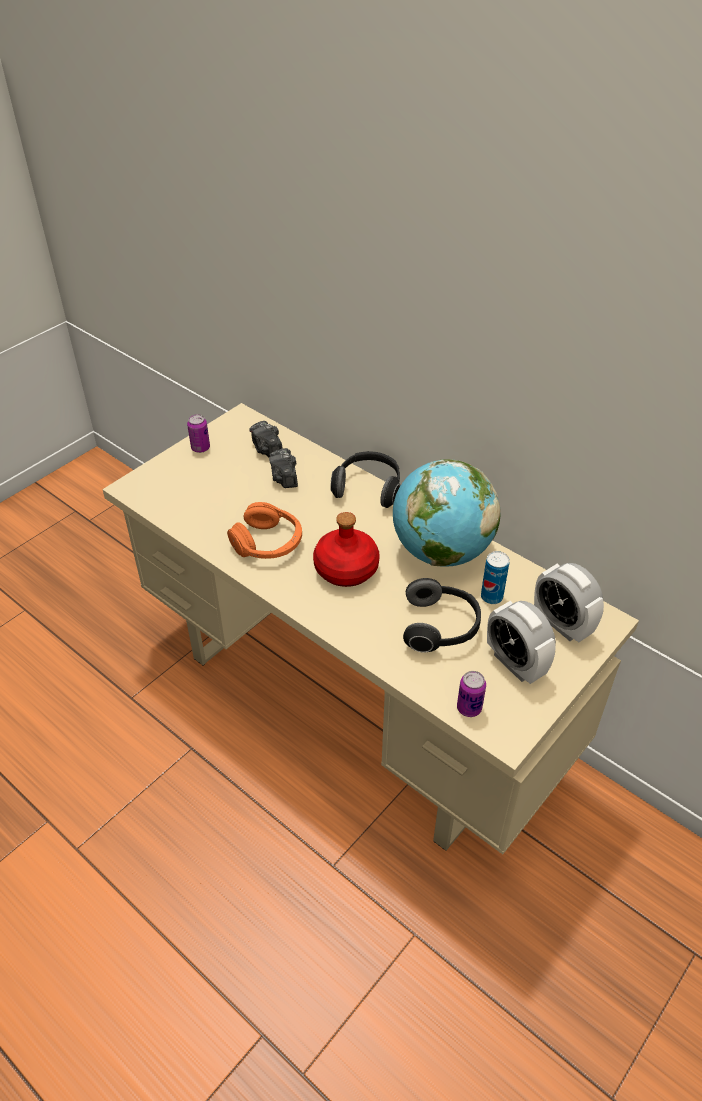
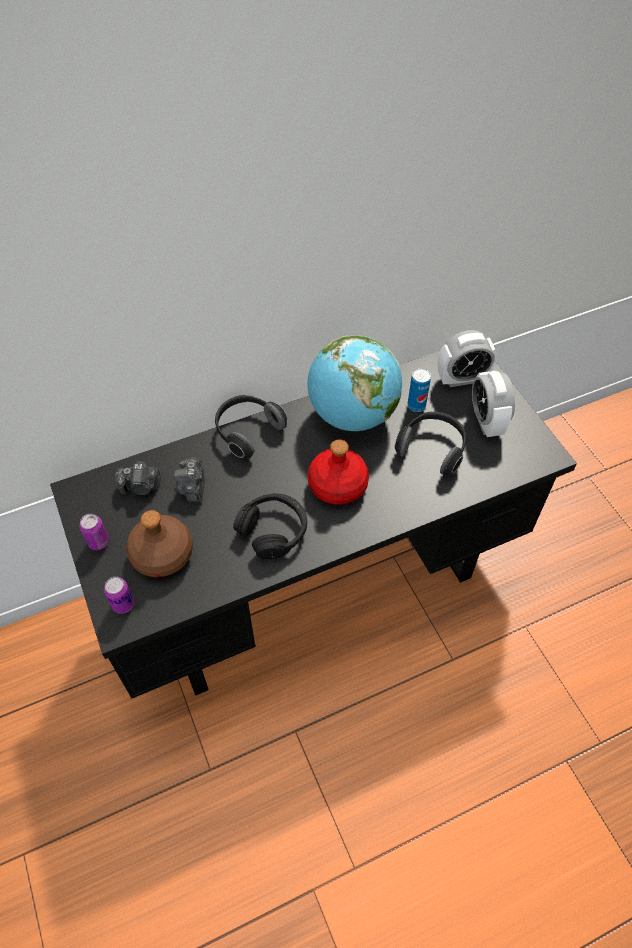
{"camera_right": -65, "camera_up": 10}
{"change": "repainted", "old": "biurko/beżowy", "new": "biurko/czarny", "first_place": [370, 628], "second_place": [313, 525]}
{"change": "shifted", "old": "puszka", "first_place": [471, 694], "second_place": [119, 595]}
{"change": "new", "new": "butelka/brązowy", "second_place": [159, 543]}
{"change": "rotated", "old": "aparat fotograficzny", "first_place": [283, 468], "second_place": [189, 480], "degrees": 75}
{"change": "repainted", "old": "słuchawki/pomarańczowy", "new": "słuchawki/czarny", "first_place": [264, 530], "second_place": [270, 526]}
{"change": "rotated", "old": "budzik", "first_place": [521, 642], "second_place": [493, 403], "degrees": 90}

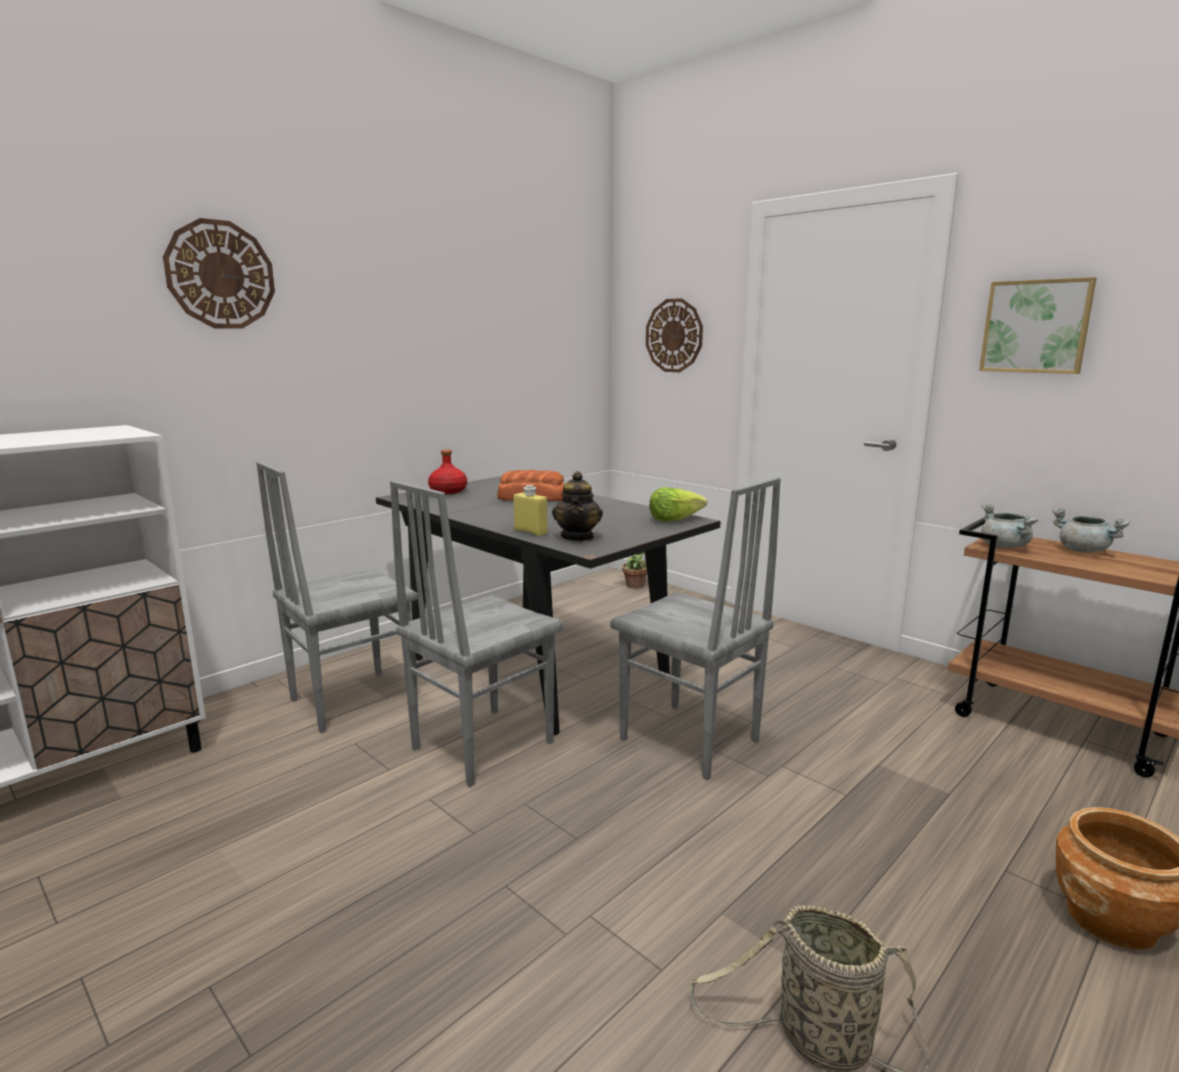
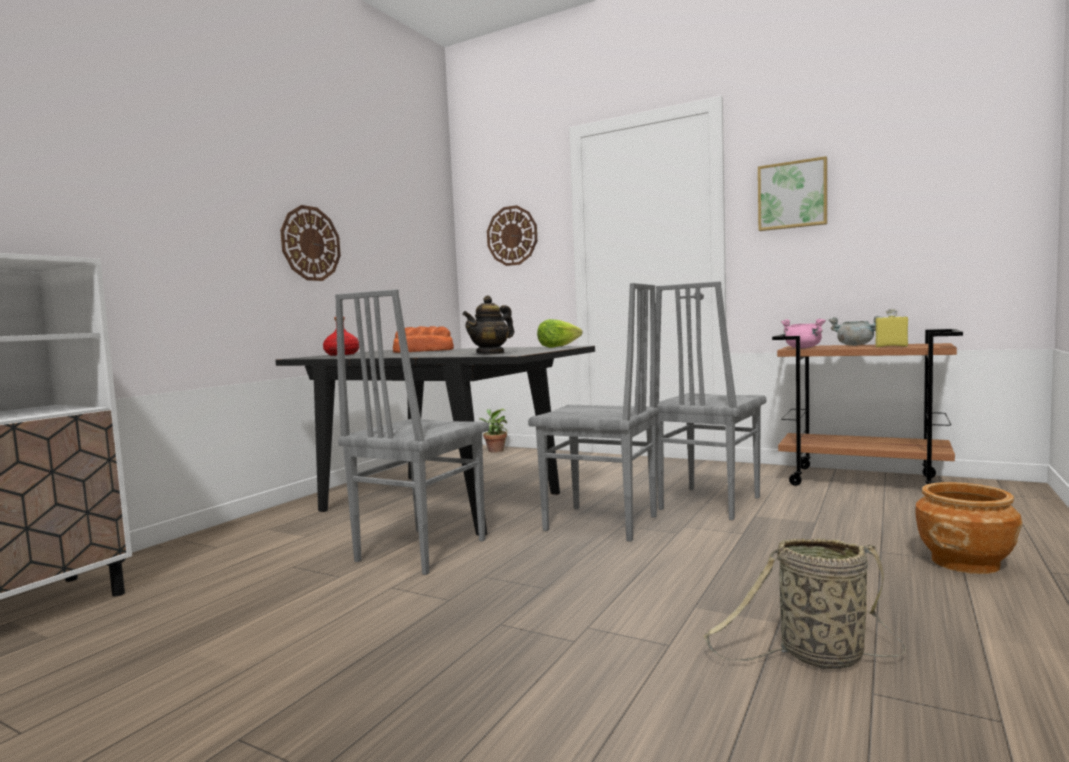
{"camera_right": -15, "camera_up": -10}
{"change": "shifted", "old": "zegar ścienny", "first_place": [219, 273], "second_place": [310, 243]}
{"change": "rotated", "old": "imbryk", "first_place": [577, 506], "second_place": [488, 325], "degrees": 60}
{"change": "shifted", "old": "krzesło/szary", "first_place": [337, 597], "second_place": [710, 400]}
{"change": "repainted", "old": "garnek/szary", "new": "garnek/różowy", "first_place": [1009, 526], "second_place": [803, 333]}
{"change": "shifted", "old": "butelka/żółty", "first_place": [530, 510], "second_place": [891, 328]}

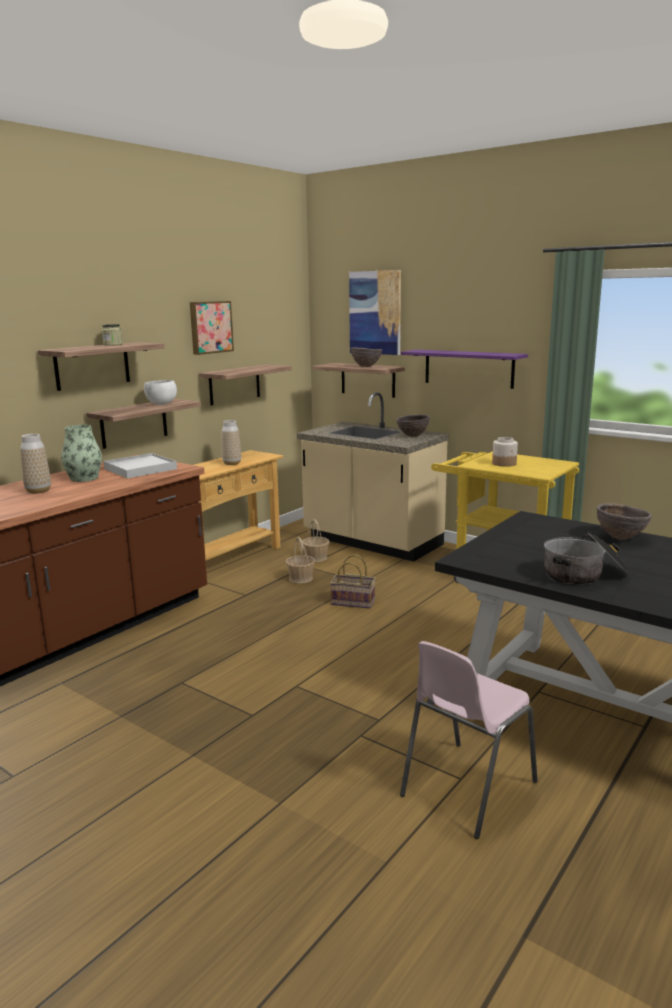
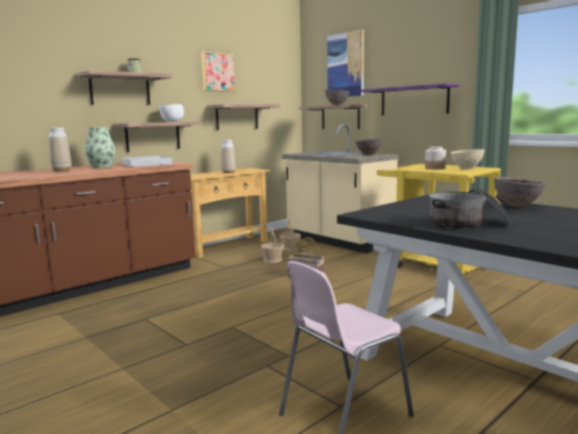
{"camera_right": 10, "camera_up": -5}
{"change": "new", "new": "miska/beżowy", "second_place": [467, 159]}

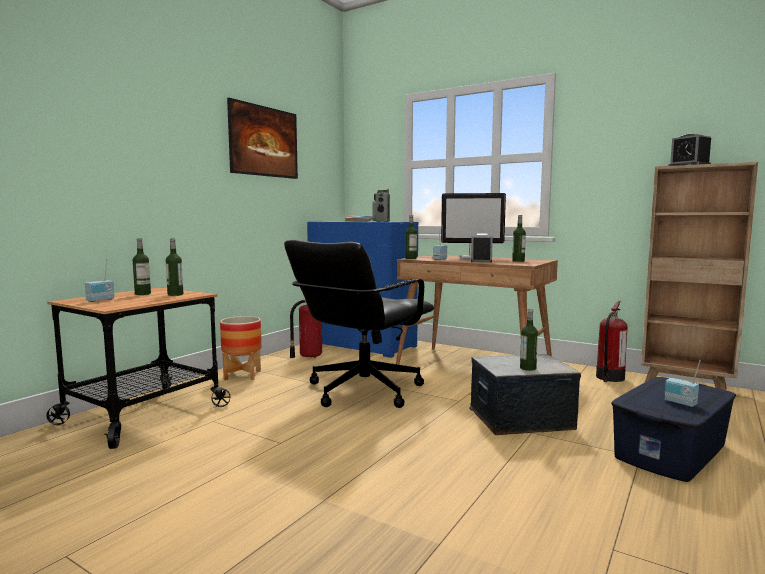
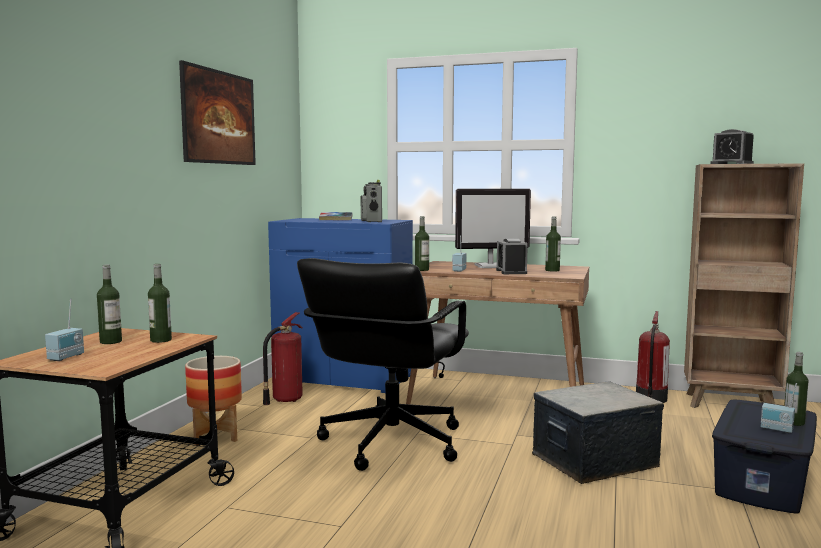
{"camera_right": -15, "camera_up": 0}
{"change": "shifted", "old": "butelka", "first_place": [529, 340], "second_place": [796, 389]}

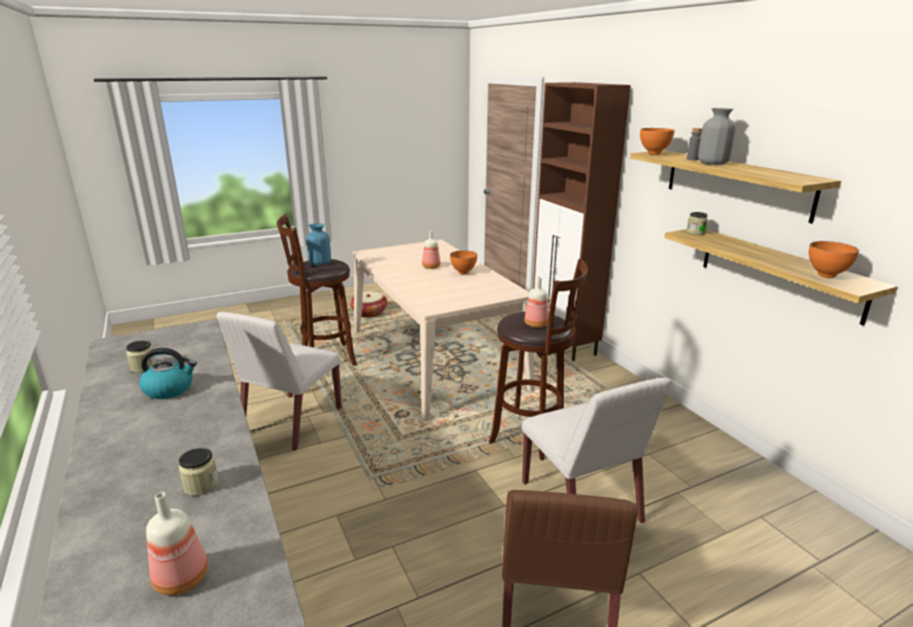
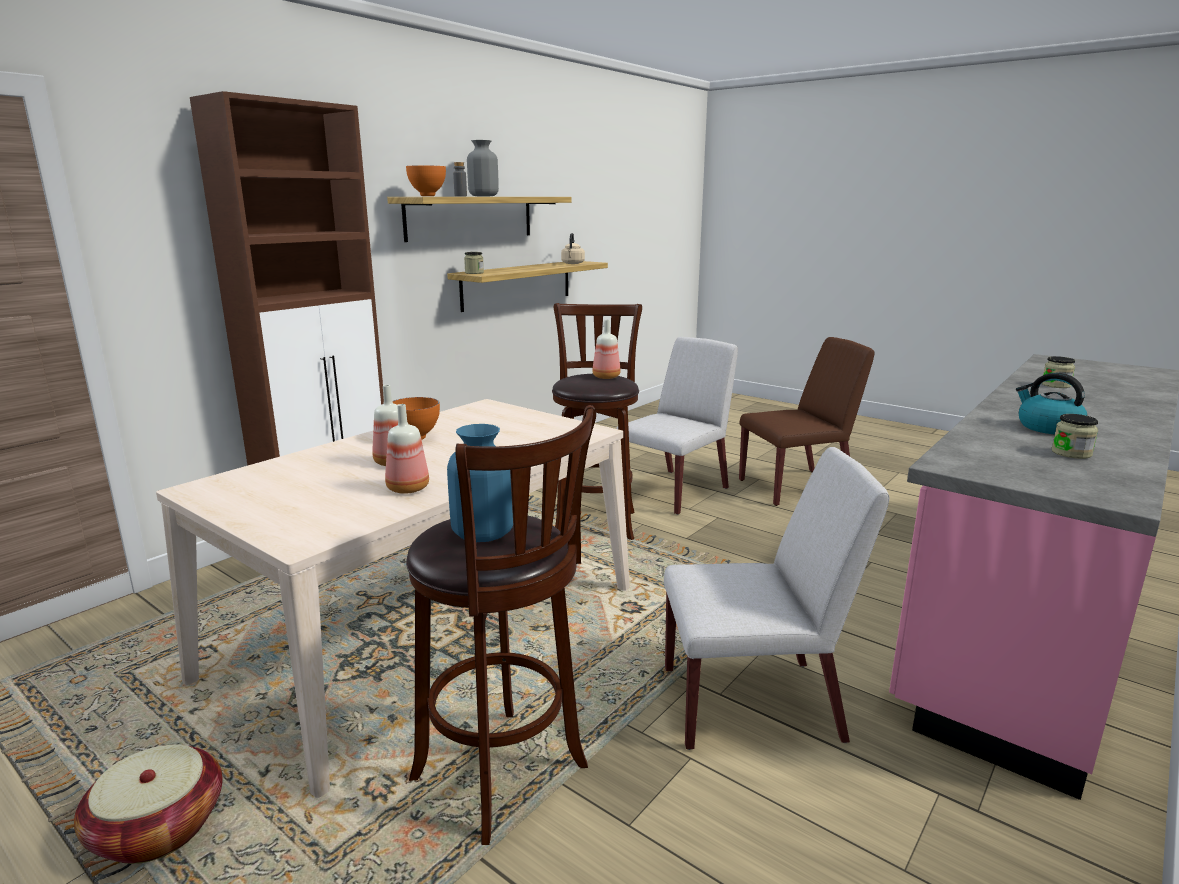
{"camera_right": -115, "camera_up": -5}
{"change": "shifted", "old": "butelka", "first_place": [177, 543], "second_place": [407, 449]}
{"change": "swapped", "old": "miska/pomarańczowy", "new": "czajnik/beżowy", "first_place": [834, 259], "second_place": [573, 248]}

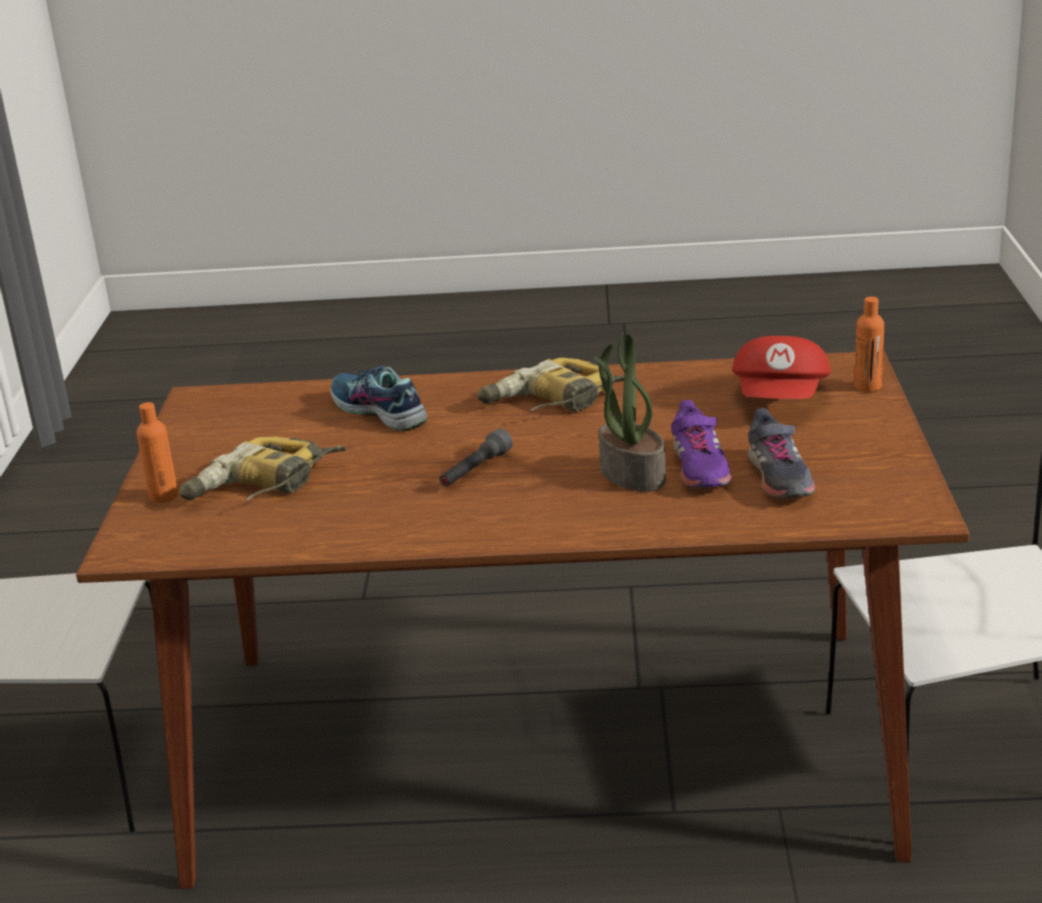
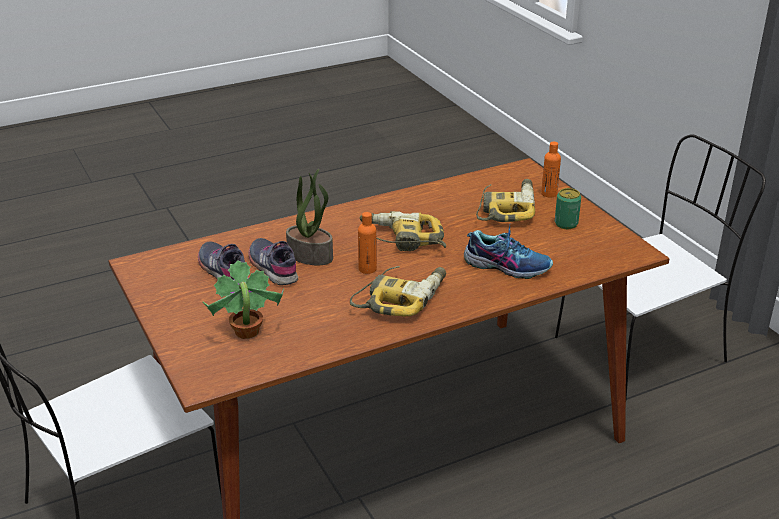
{"camera_right": 150, "camera_up": 5}
{"change": "swapped", "old": "czapka z daszkiem/czerwony", "new": "roślina doniczkowa", "first_place": [781, 367], "second_place": [243, 299]}
{"change": "repainted", "old": "but/fioletowy", "new": "but/szary", "first_place": [701, 444], "second_place": [273, 261]}
{"change": "shifted", "old": "butelka/pomarańczowy", "first_place": [869, 344], "second_place": [367, 243]}
{"change": "swapped", "old": "latarka/szary", "new": "wiertarka", "first_place": [476, 458], "second_place": [403, 231]}
{"change": "new", "new": "puszka", "second_place": [568, 208]}

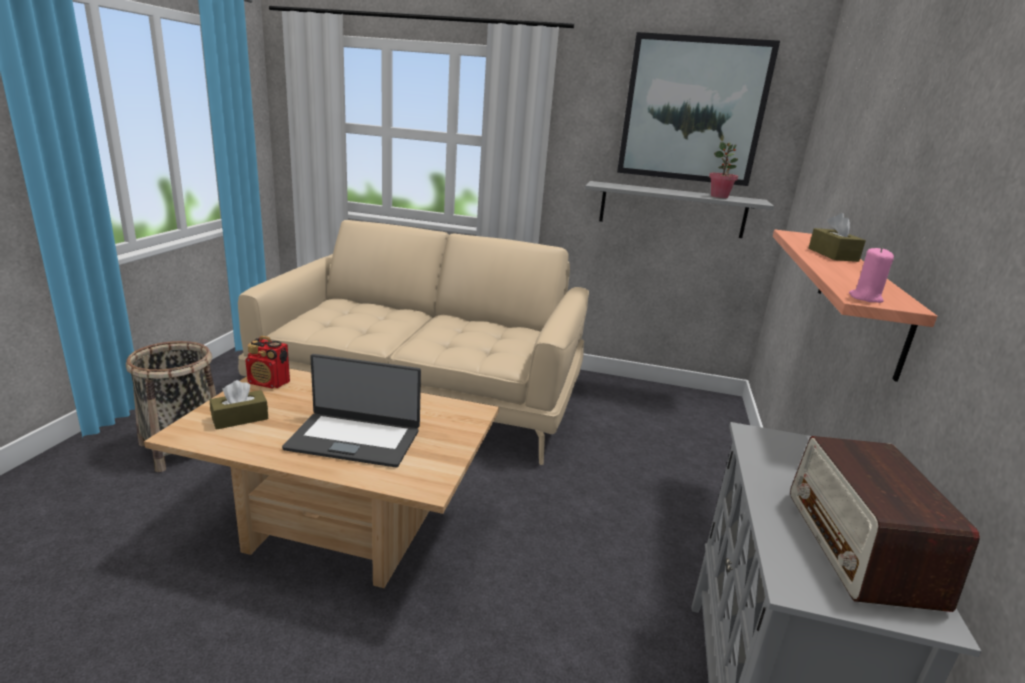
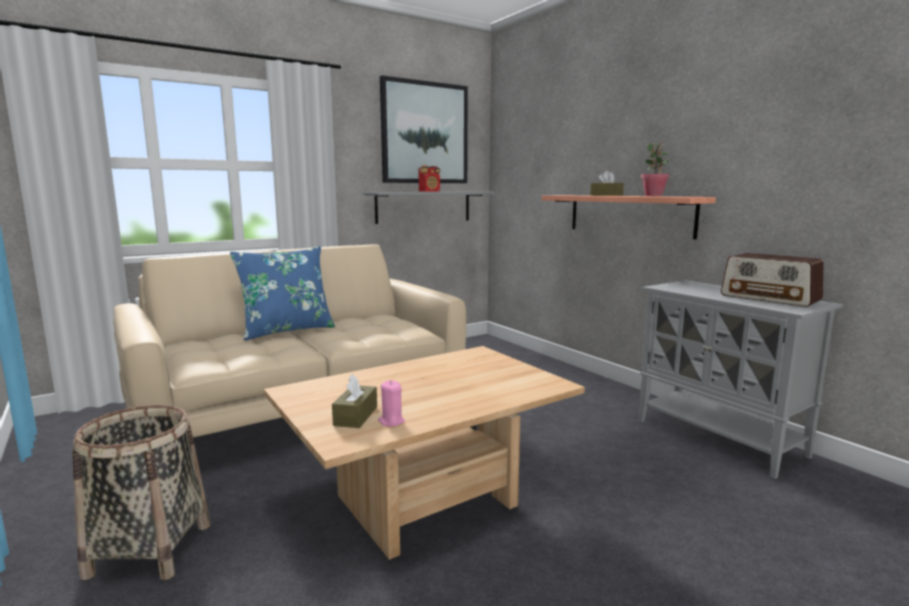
{"camera_right": -45, "camera_up": -10}
{"change": "new", "new": "poduszka/niebieski", "second_place": [282, 293]}
{"change": "shifted", "old": "świeca/różowy", "first_place": [871, 275], "second_place": [391, 403]}
{"change": "shifted", "old": "radio", "first_place": [267, 362], "second_place": [429, 178]}
{"change": "shifted", "old": "roślina doniczkowa", "first_place": [723, 170], "second_place": [655, 169]}
{"change": "gone", "old": "laptop", "first_place": [351, 410]}

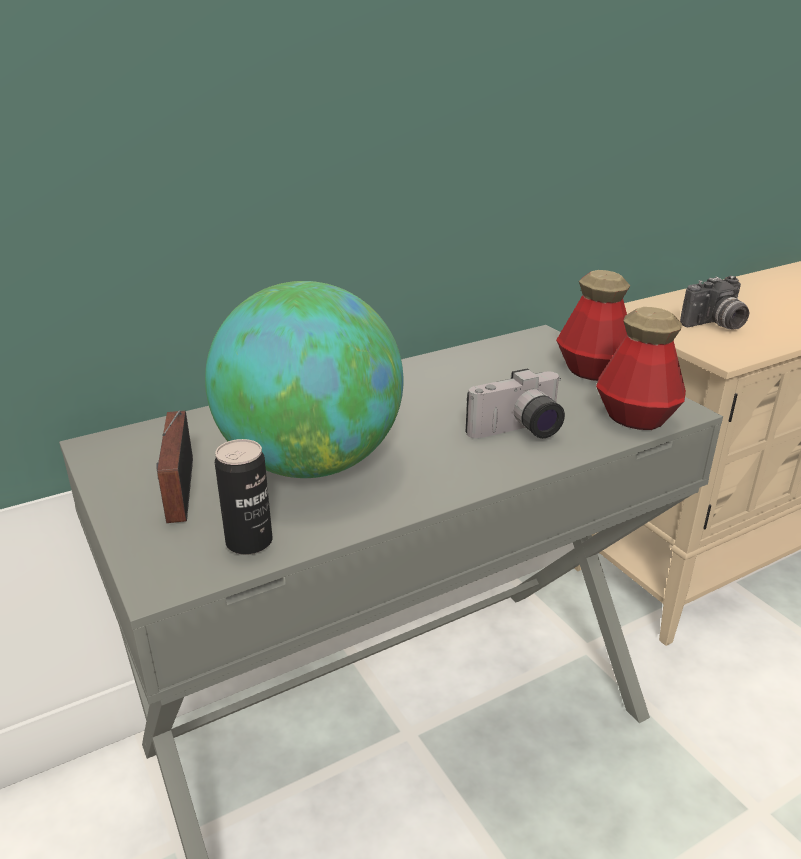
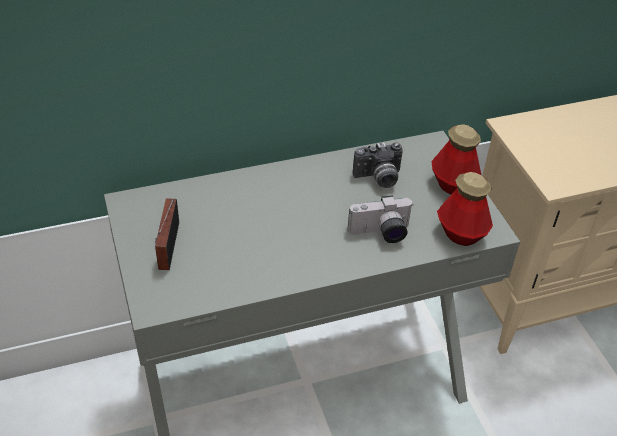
{"camera_right": 10, "camera_up": 15}
{"change": "shifted", "old": "aparat fotograficzny", "first_place": [714, 303], "second_place": [378, 165]}
{"change": "gone", "old": "globus", "first_place": [304, 379]}
{"change": "gone", "old": "puszka", "first_place": [243, 497]}

